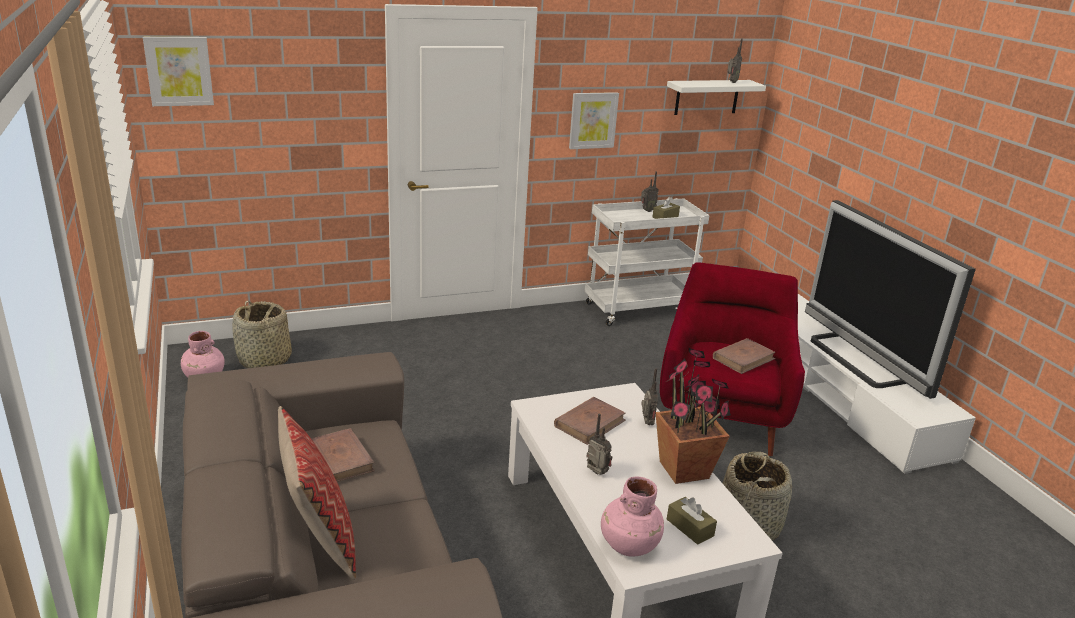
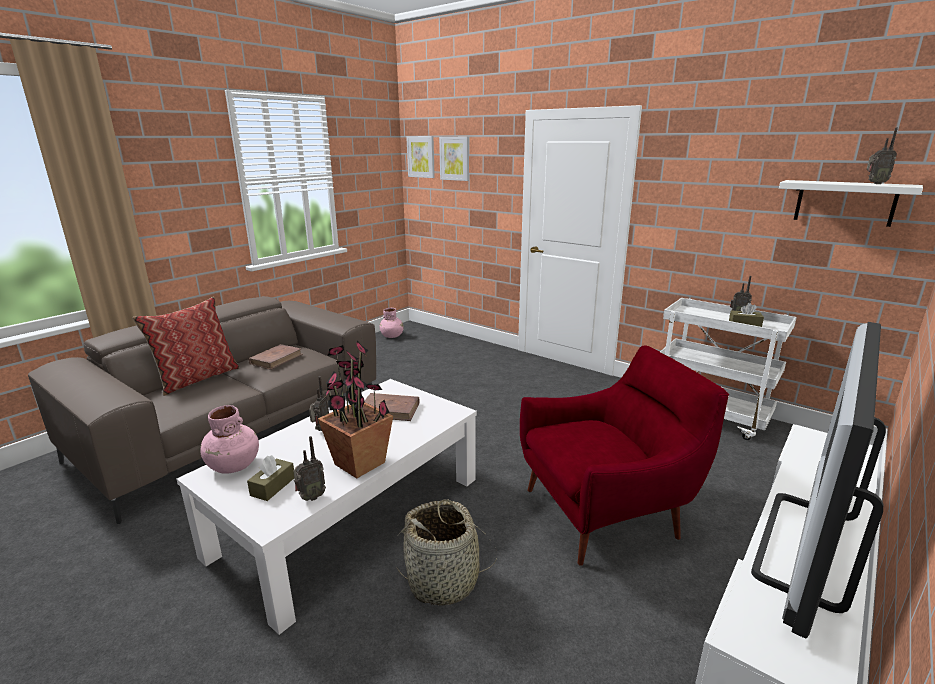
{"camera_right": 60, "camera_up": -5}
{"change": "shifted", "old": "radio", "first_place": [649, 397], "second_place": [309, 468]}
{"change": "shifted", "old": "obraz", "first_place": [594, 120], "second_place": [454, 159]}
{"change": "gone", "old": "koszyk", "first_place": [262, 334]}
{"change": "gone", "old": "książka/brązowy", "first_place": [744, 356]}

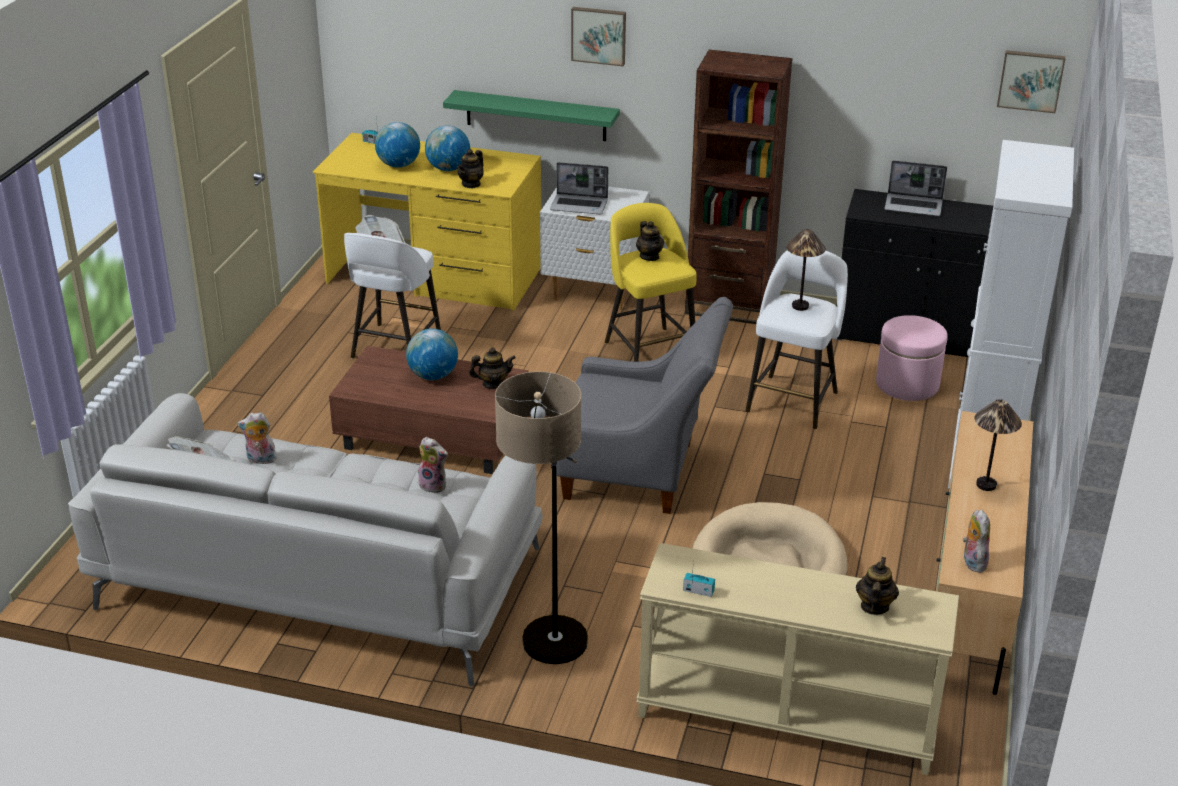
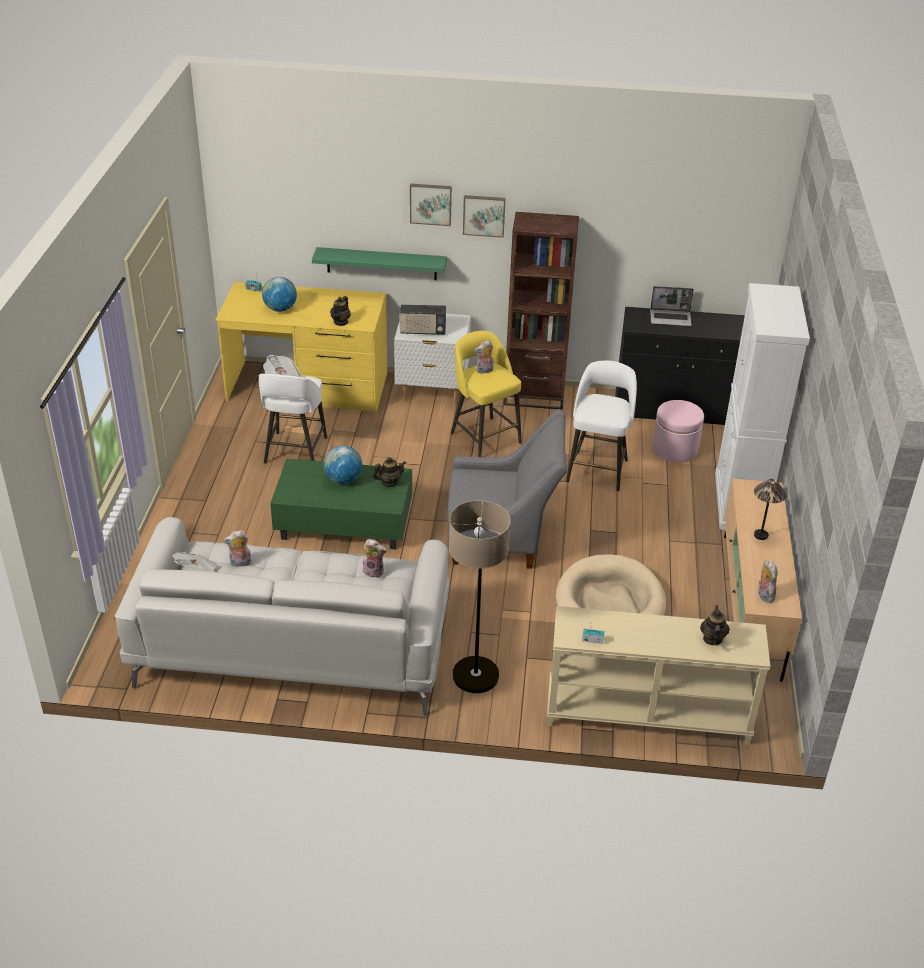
{"camera_right": -10, "camera_up": 5}
{"change": "repainted", "old": "ława/brązowy", "new": "ława/zielony", "first_place": [428, 410], "second_place": [341, 504]}
{"change": "swapped", "old": "laptop", "new": "radio", "first_place": [579, 188], "second_place": [422, 319]}
{"change": "shifted", "old": "obraz", "first_place": [1031, 81], "second_place": [484, 216]}
{"change": "swapped", "old": "imbryk", "new": "pluszak", "first_place": [650, 241], "second_place": [484, 357]}
{"change": "gone", "old": "globus", "first_place": [447, 148]}
{"change": "gone", "old": "lampa stołowa", "first_place": [806, 270]}

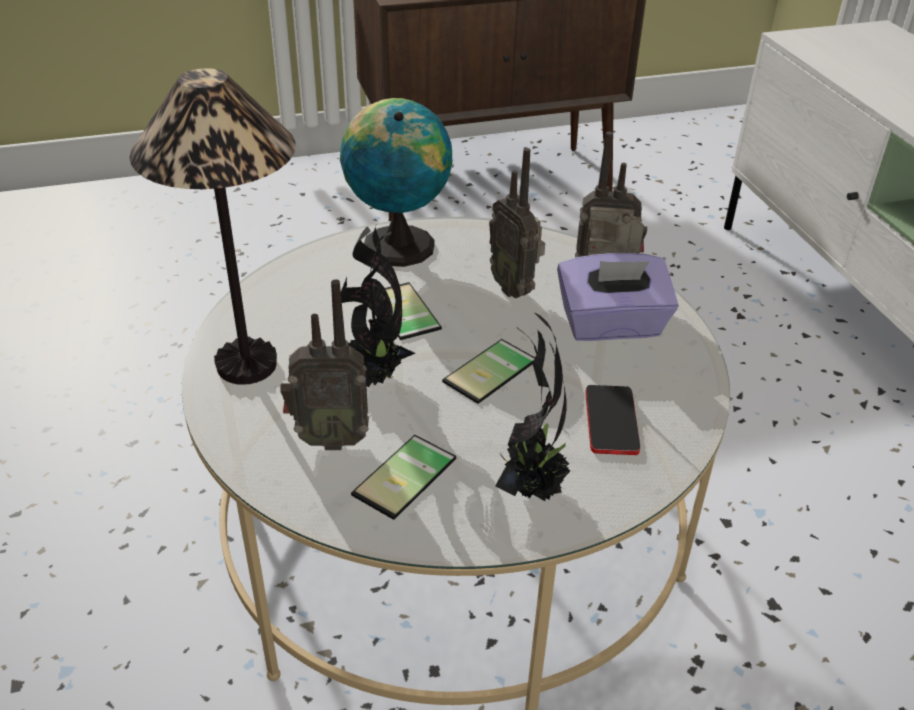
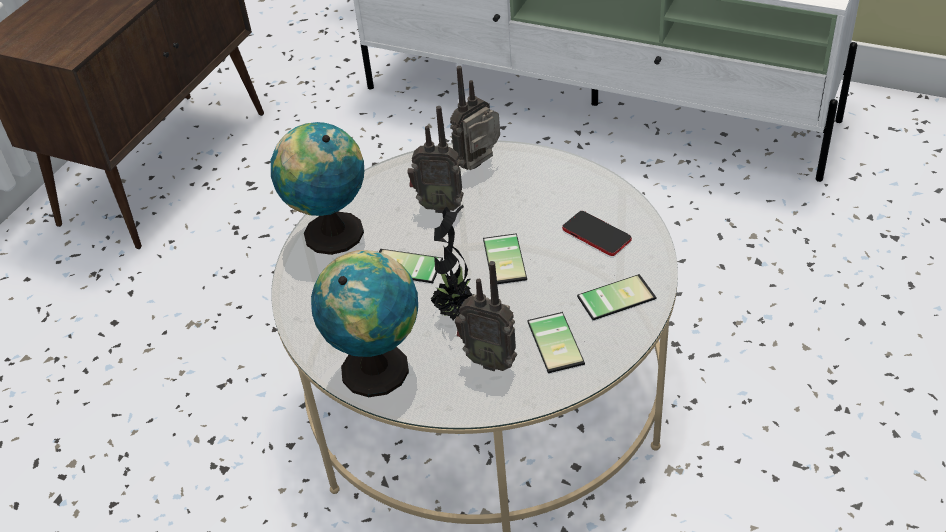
{"camera_right": -45, "camera_up": 5}
{"change": "swapped", "old": "lampa stołowa", "new": "globus", "first_place": [212, 226], "second_place": [364, 323]}
{"change": "rotated", "old": "radio", "first_place": [324, 365], "second_place": [486, 316], "degrees": 75}
{"change": "swapped", "old": "roślina doniczkowa", "new": "telefon", "first_place": [533, 407], "second_place": [616, 297]}
{"change": "gone", "old": "pudełko chusteczek/fioletowy", "first_place": [617, 297]}

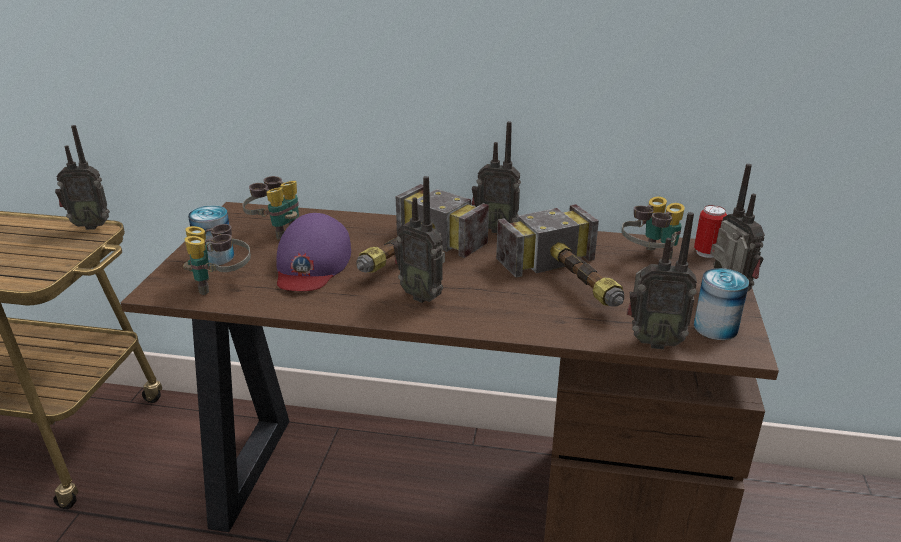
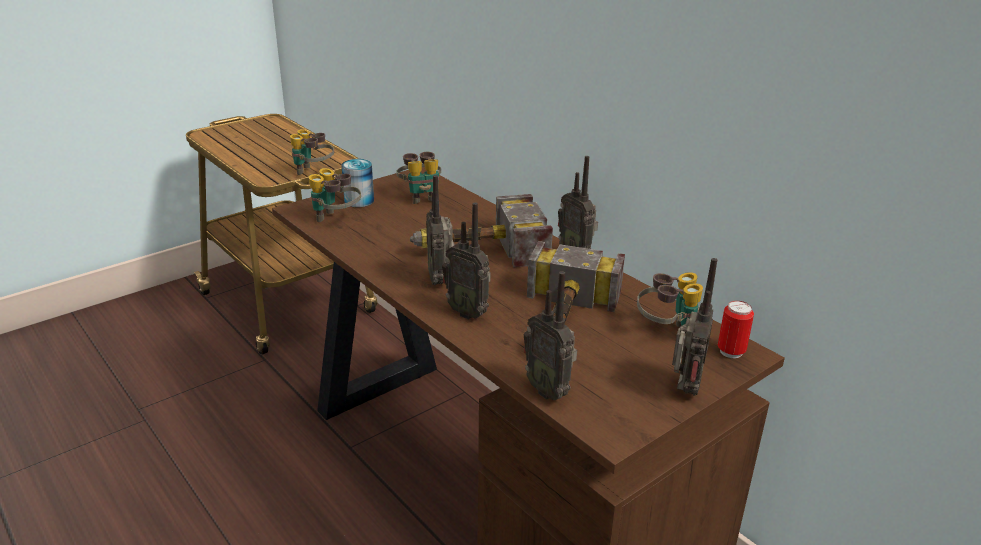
{"camera_right": 40, "camera_up": 0}
{"change": "new", "new": "lornetka", "second_place": [312, 152]}
{"change": "shifted", "old": "radio", "first_place": [82, 177], "second_place": [466, 261]}
{"change": "gone", "old": "czapka z daszkiem/fioletowy", "first_place": [313, 252]}
{"change": "gone", "old": "puszka", "first_place": [721, 304]}

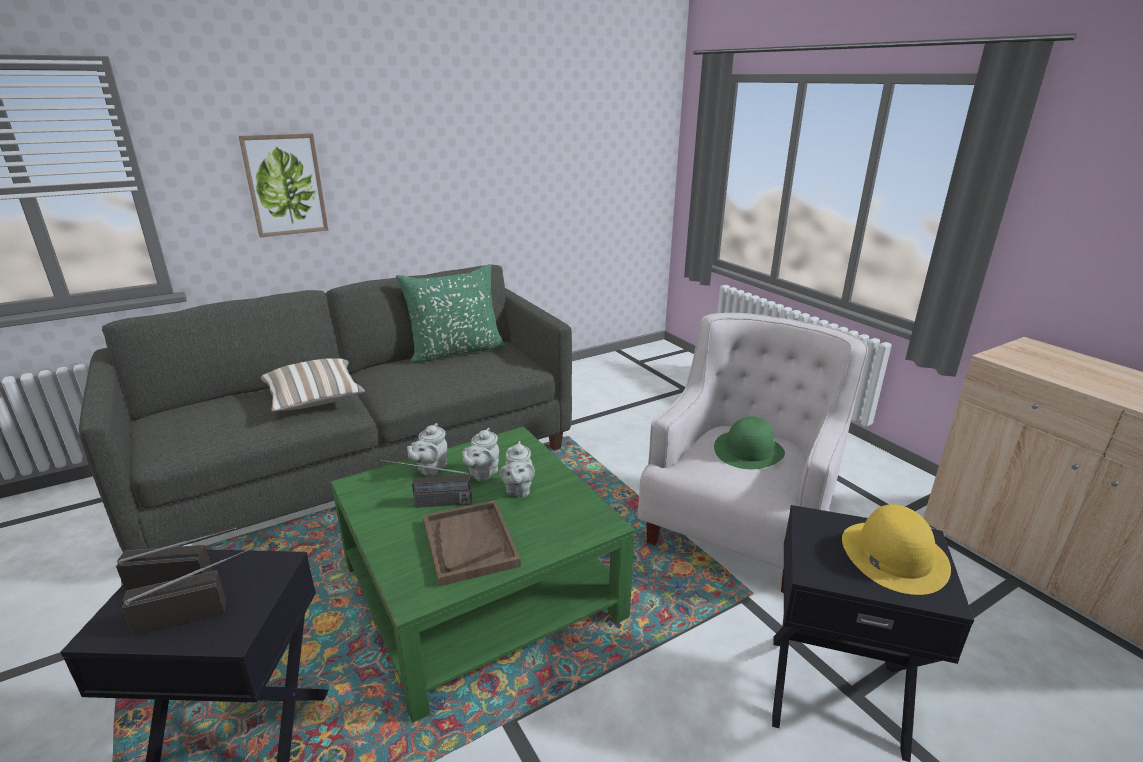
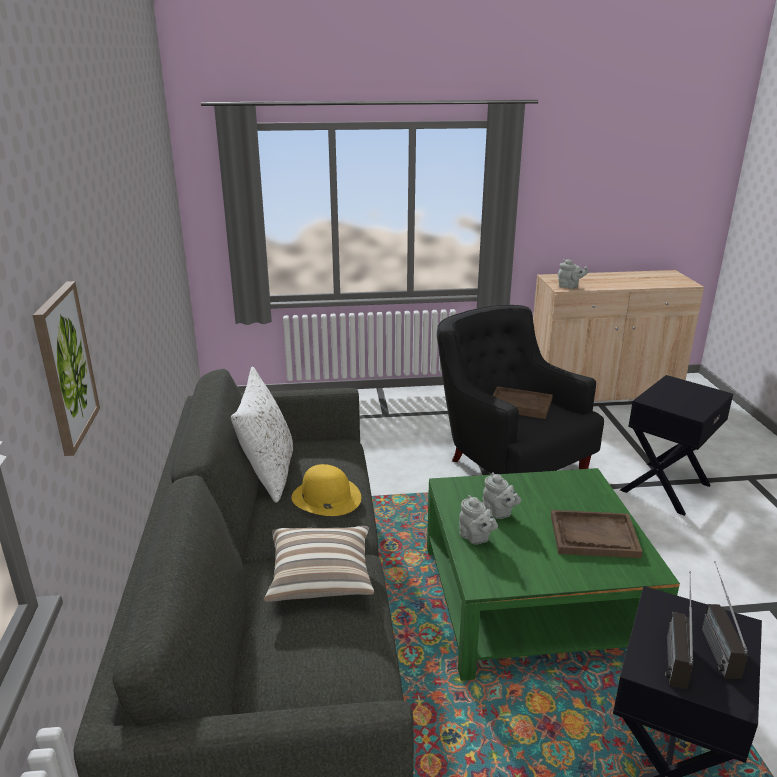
{"camera_right": -65, "camera_up": 0}
{"change": "repainted", "old": "poduszka/zielony", "new": "poduszka/biały", "first_place": [450, 313], "second_place": [262, 434]}
{"change": "shifted", "old": "kapelusz/żółty", "first_place": [896, 549], "second_place": [326, 490]}
{"change": "repainted", "old": "fotel/biały", "new": "fotel/czarny", "first_place": [753, 453], "second_place": [520, 389]}
{"change": "swapped", "old": "kapelusz/zielony", "new": "taca/brązowy", "first_place": [749, 442], "second_place": [523, 402]}
{"change": "shifted", "old": "imbryk/szary", "first_place": [517, 469], "second_place": [573, 274]}
{"change": "gone", "old": "radio", "first_place": [425, 484]}

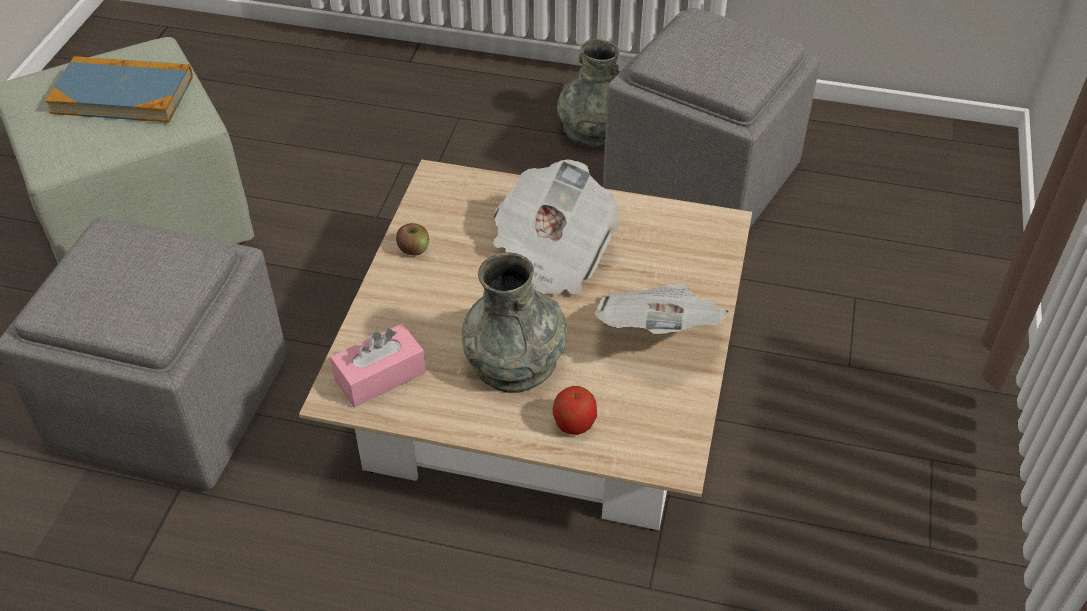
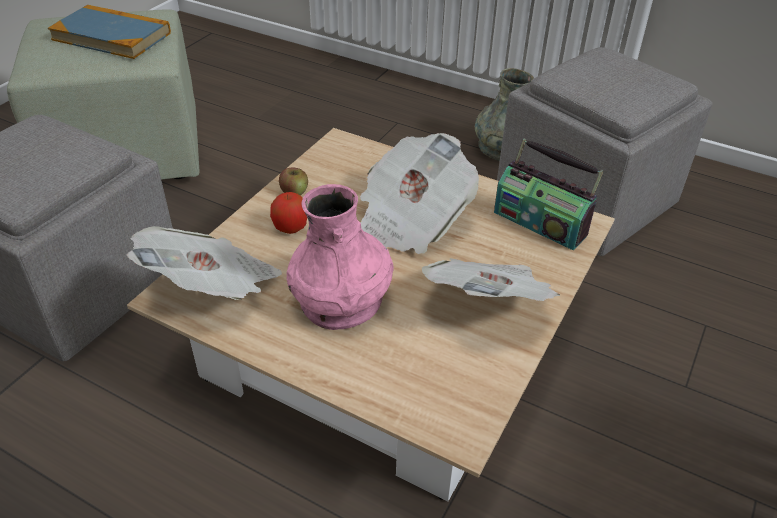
{"camera_right": 15, "camera_up": -5}
{"change": "swapped", "old": "pudełko chusteczek/różowy", "new": "gazeta", "first_place": [378, 365], "second_place": [204, 263]}
{"change": "shifted", "old": "jabłko", "first_place": [575, 410], "second_place": [288, 213]}
{"change": "repainted", "old": "wazon/szary", "new": "wazon/różowy", "first_place": [514, 322], "second_place": [340, 257]}
{"change": "new", "new": "radio", "second_place": [549, 194]}

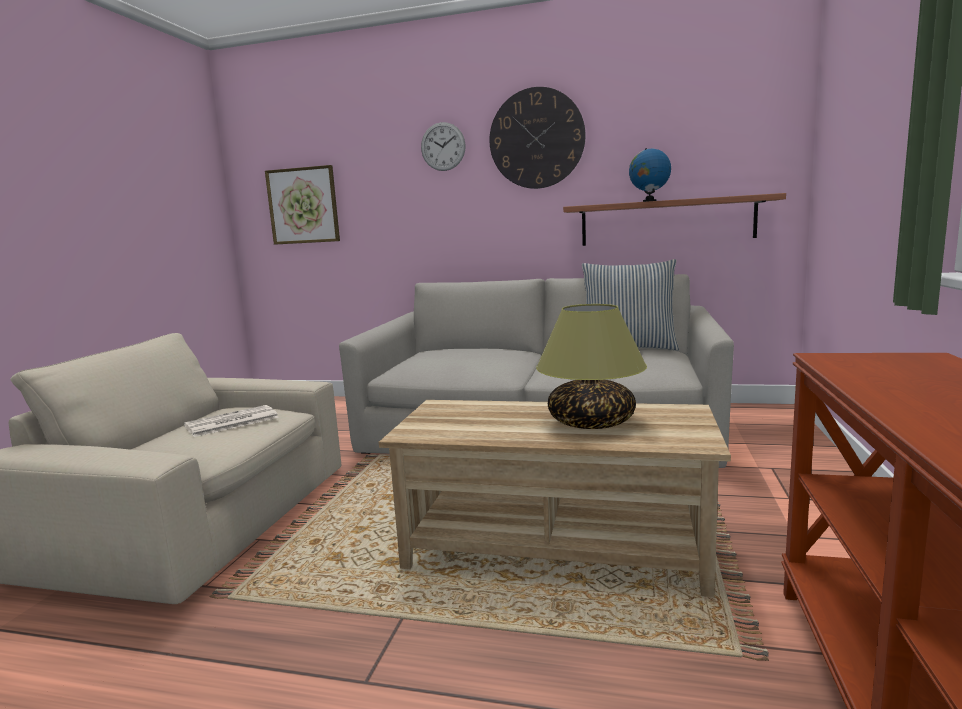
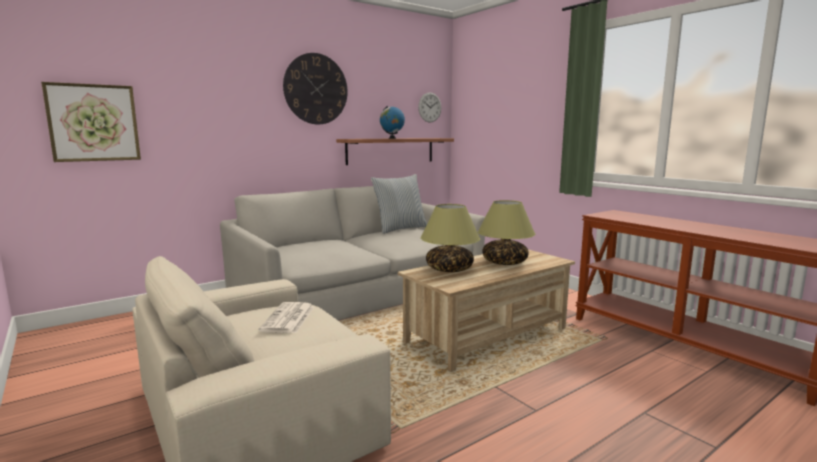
{"camera_right": -50, "camera_up": 0}
{"change": "shifted", "old": "zegar ścienny", "first_place": [443, 146], "second_place": [429, 107]}
{"change": "new", "new": "lampa stołowa", "second_place": [450, 238]}

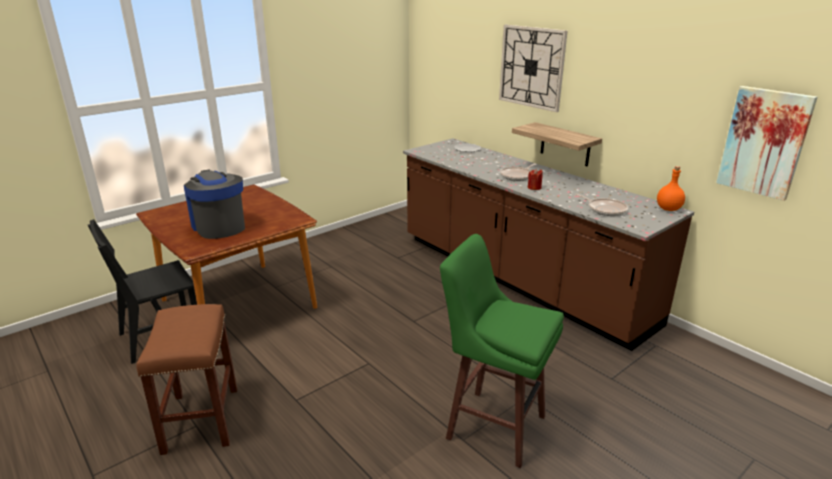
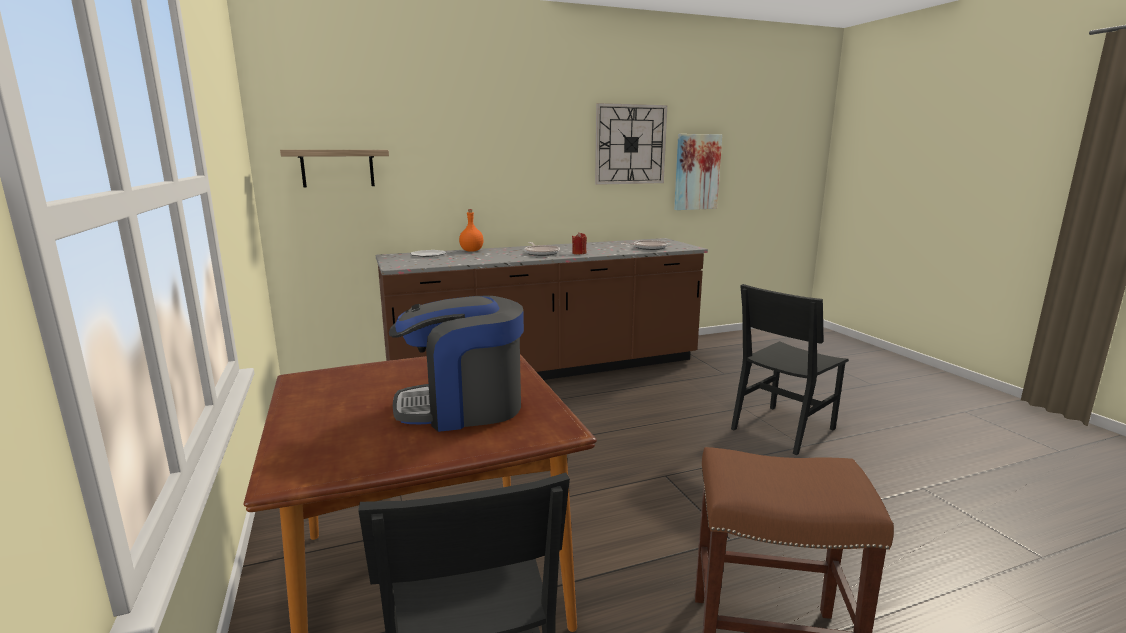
{"camera_right": -70, "camera_up": -10}
{"change": "shifted", "old": "półka", "first_place": [557, 144], "second_place": [334, 169]}
{"change": "shifted", "old": "butelka/pomarańczowy", "first_place": [671, 188], "second_place": [471, 230]}
{"change": "shifted", "old": "zegar ścienny", "first_place": [533, 68], "second_place": [631, 144]}
{"change": "swapped", "old": "stołek/zielony", "new": "krzesło/czarny", "first_place": [502, 351], "second_place": [790, 369]}

